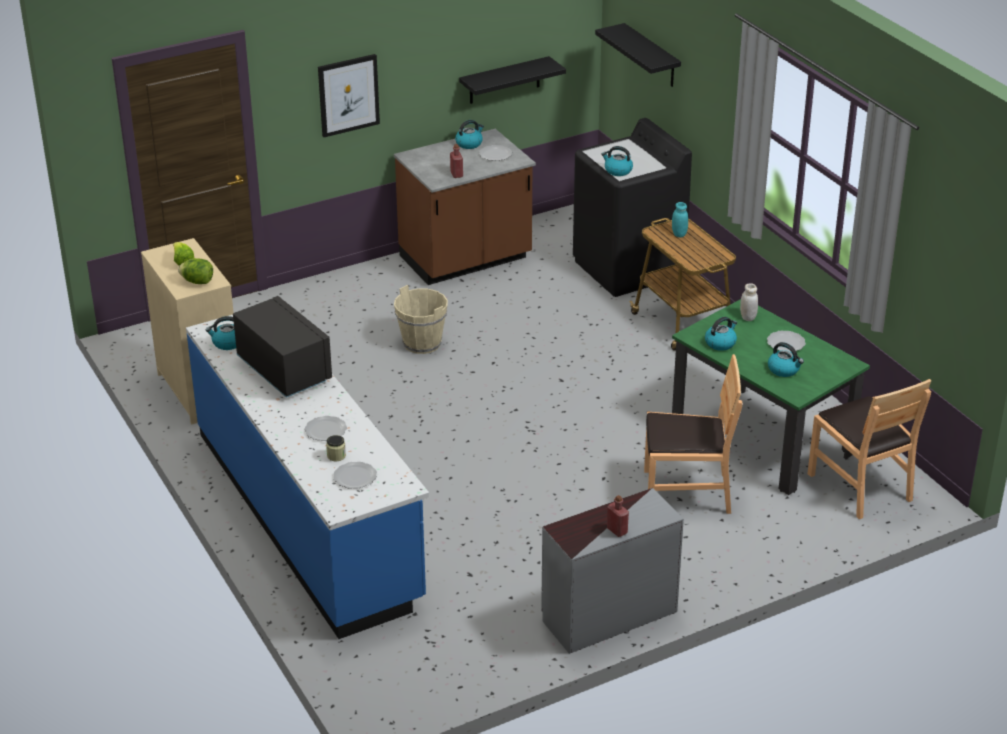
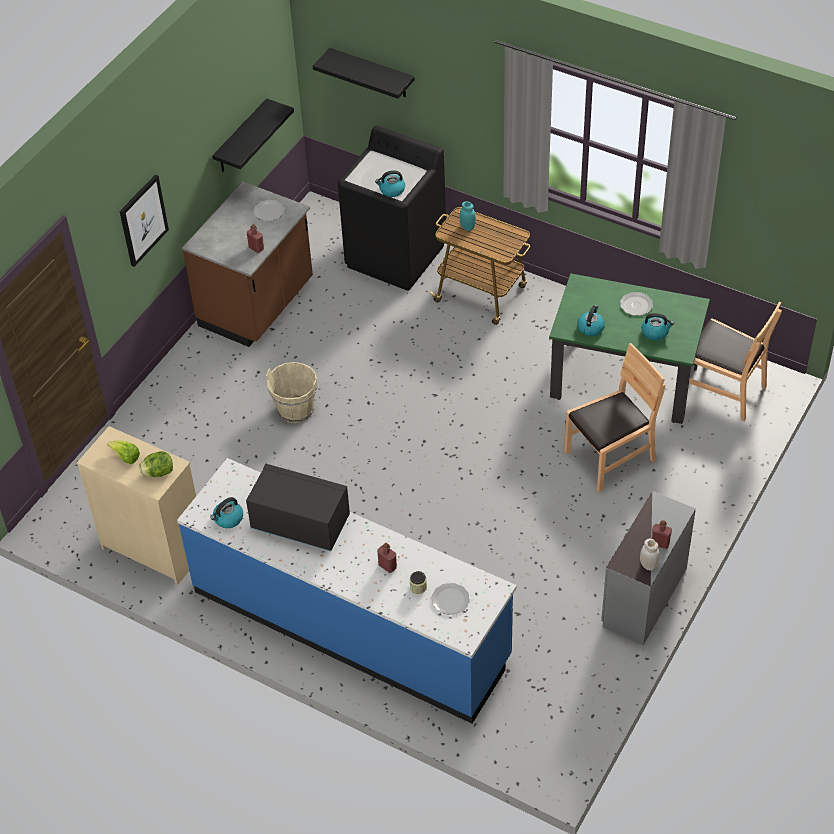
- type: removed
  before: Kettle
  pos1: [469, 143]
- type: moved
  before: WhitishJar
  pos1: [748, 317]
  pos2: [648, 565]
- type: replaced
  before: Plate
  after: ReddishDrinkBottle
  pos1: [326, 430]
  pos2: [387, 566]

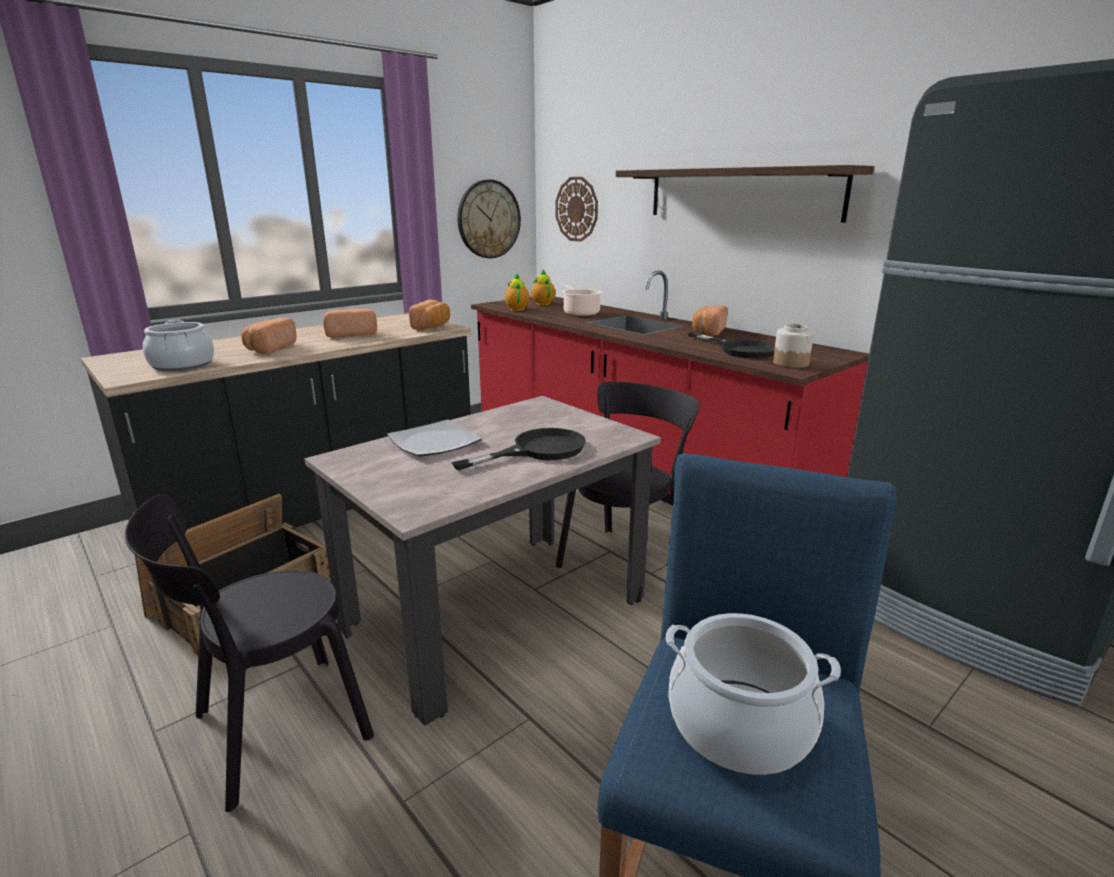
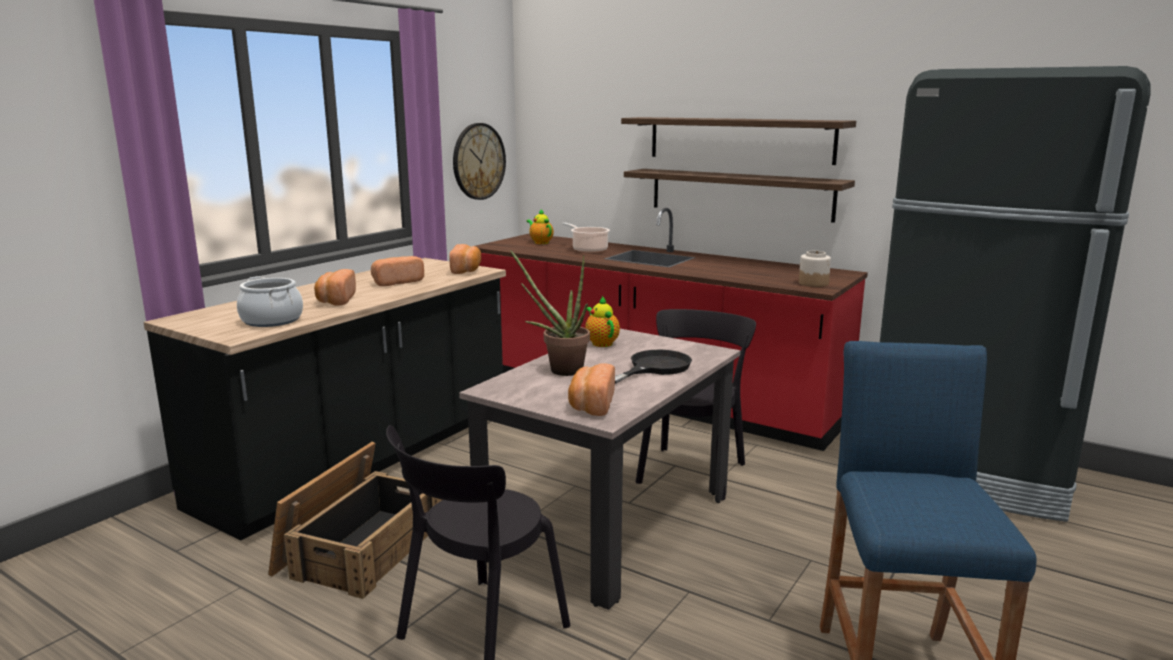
- type: removed
  before: ClockOnTheWall
  pos1: [577, 209]
- type: moved
  before: TeaPot
  pos1: [517, 309]
  pos2: [601, 343]
- type: moved
  before: BakedBread
  pos1: [708, 332]
  pos2: [591, 405]
- type: removed
  before: BlackishPan
  pos1: [740, 350]
- type: replaced
  before: Plate
  after: Houseplant
  pos1: [435, 442]
  pos2: [559, 369]
- type: removed
  before: Saucepot
  pos1: [740, 726]
- type: added
  after: WallShelf
  pos2: [740, 194]

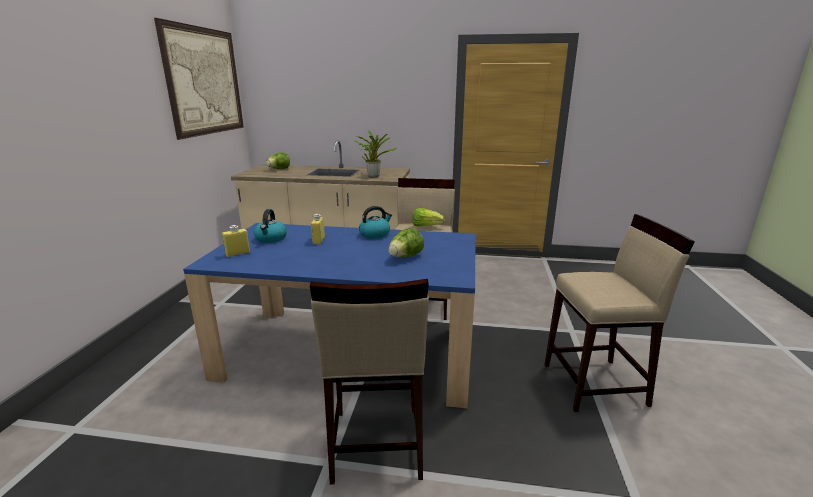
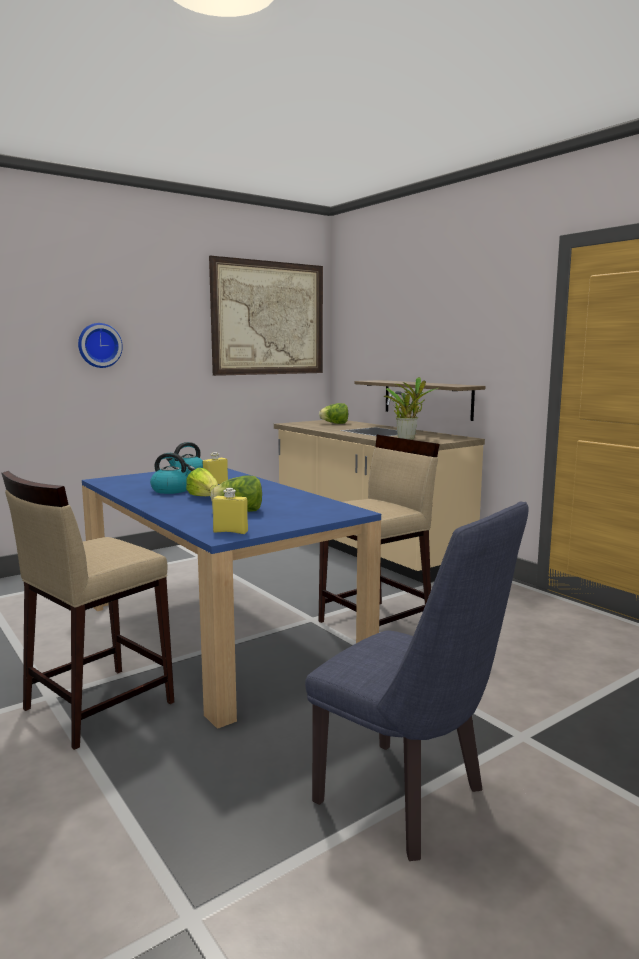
- type: moved
  before: Kettle
  pos1: [375, 234]
  pos2: [172, 490]
- type: moved
  before: HeadOfLettuce
  pos1: [426, 226]
  pos2: [204, 497]
- type: replaced
  before: BeigeColouredStool
  after: BlueColouredPlainChair
  pos1: [595, 385]
  pos2: [411, 802]
- type: moved
  before: YellowishDrinkBottle
  pos1: [238, 254]
  pos2: [230, 532]
- type: added
  after: ClockOnTheWall
  pos2: [99, 345]
- type: added
  after: WallShelf
  pos2: [427, 399]

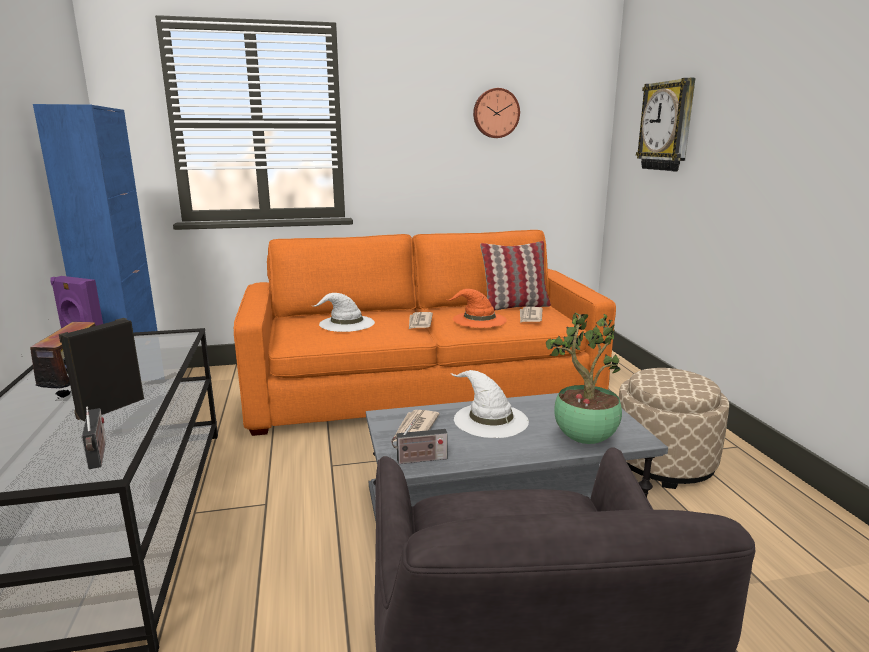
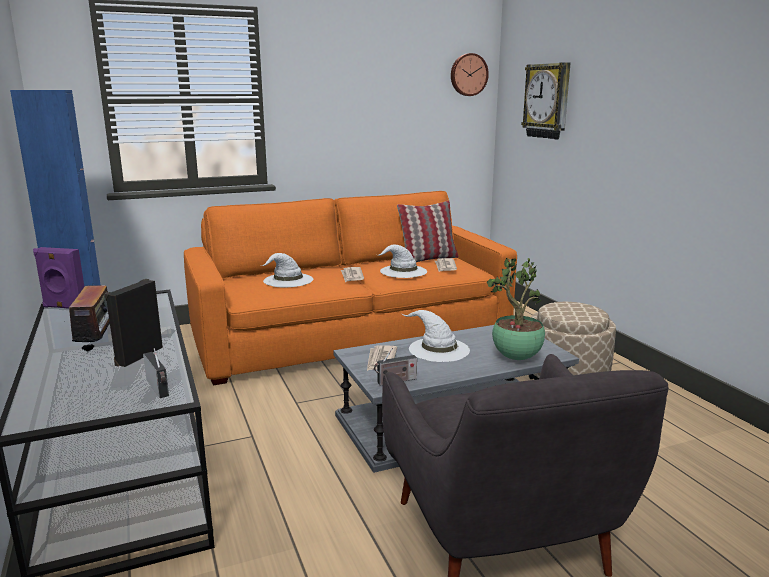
- type: moved
  before: ClockOnTheWall
  pos1: [495, 113]
  pos2: [468, 74]
- type: recoloured
  before: OrangeColouredHat
  after: WhitishHat
  pos1: [479, 320]
  pos2: [403, 271]

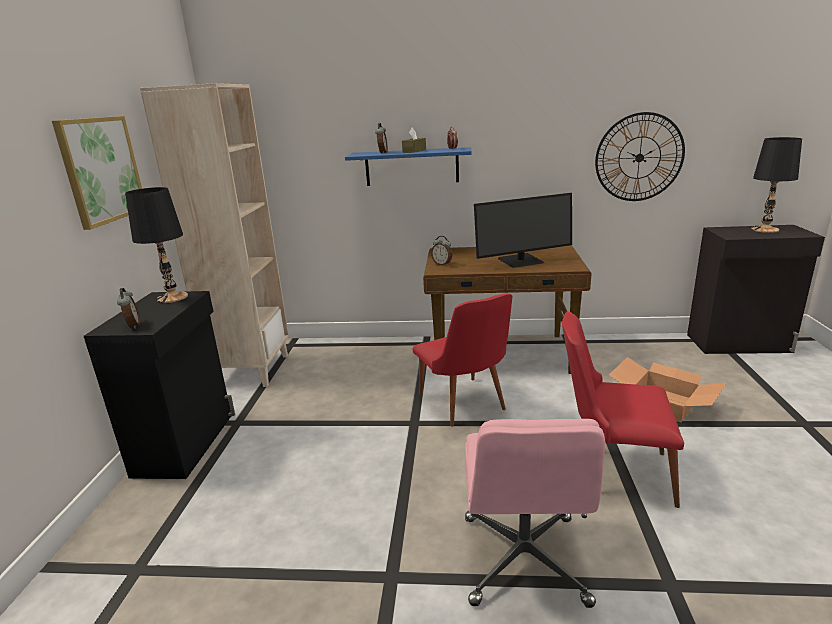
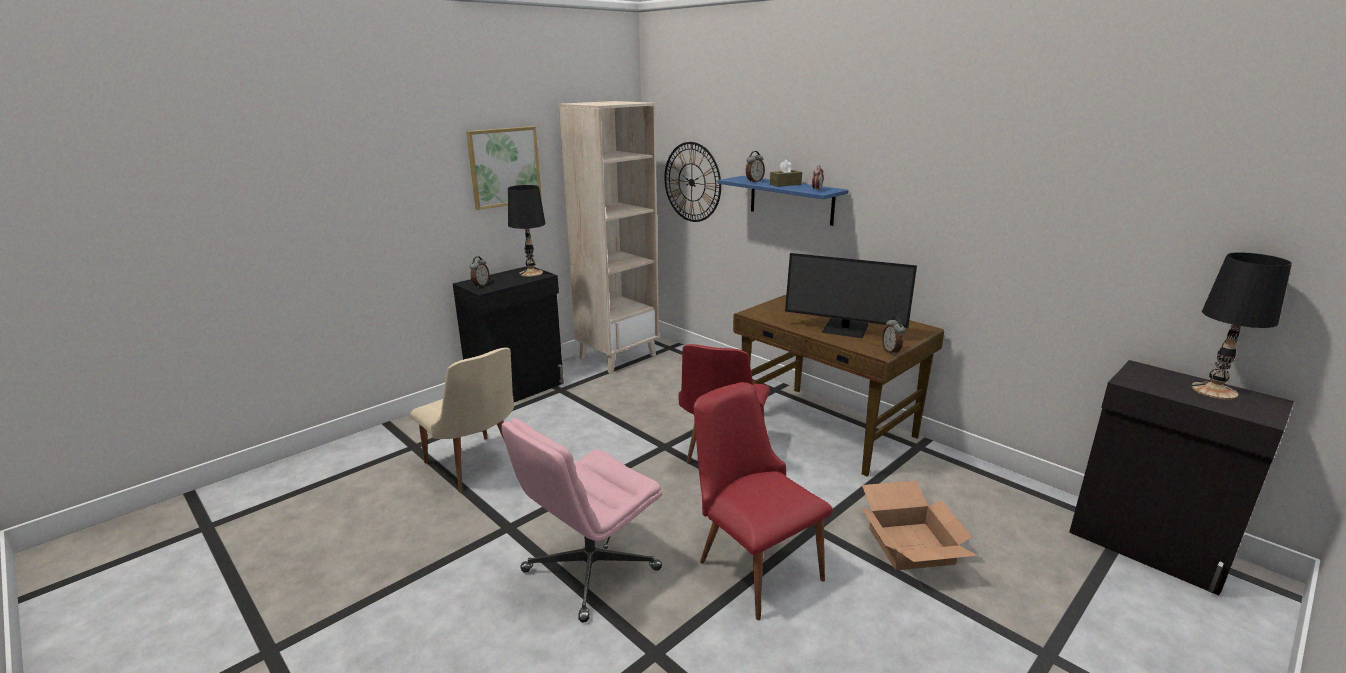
- type: moved
  before: ClockOnTheWall
  pos1: [639, 157]
  pos2: [692, 182]
- type: moved
  before: TableClock
  pos1: [442, 264]
  pos2: [891, 351]
- type: added
  after: BeigeColouredPlainChair
  pos2: [476, 468]

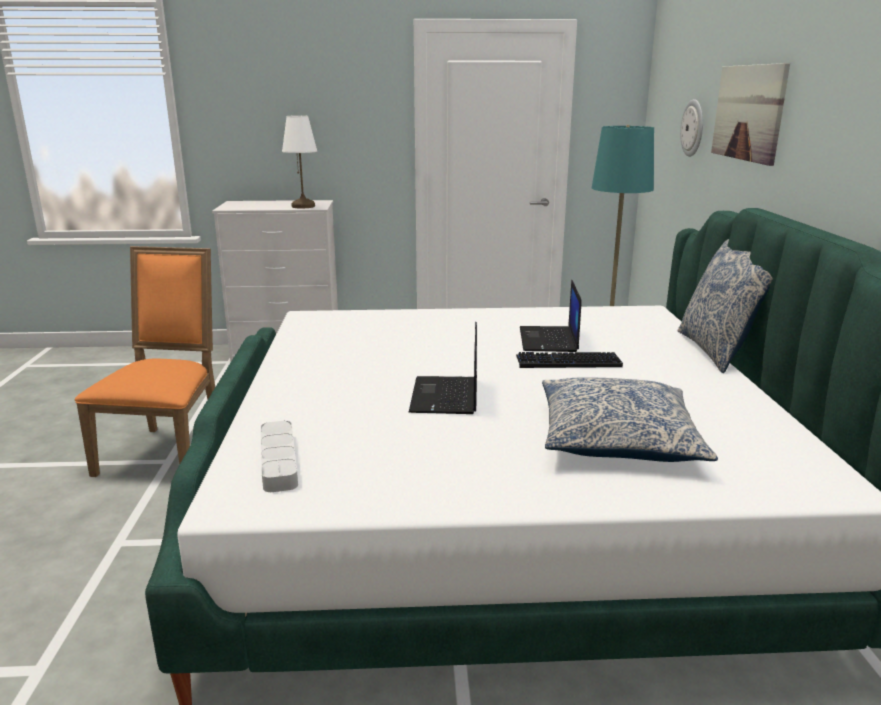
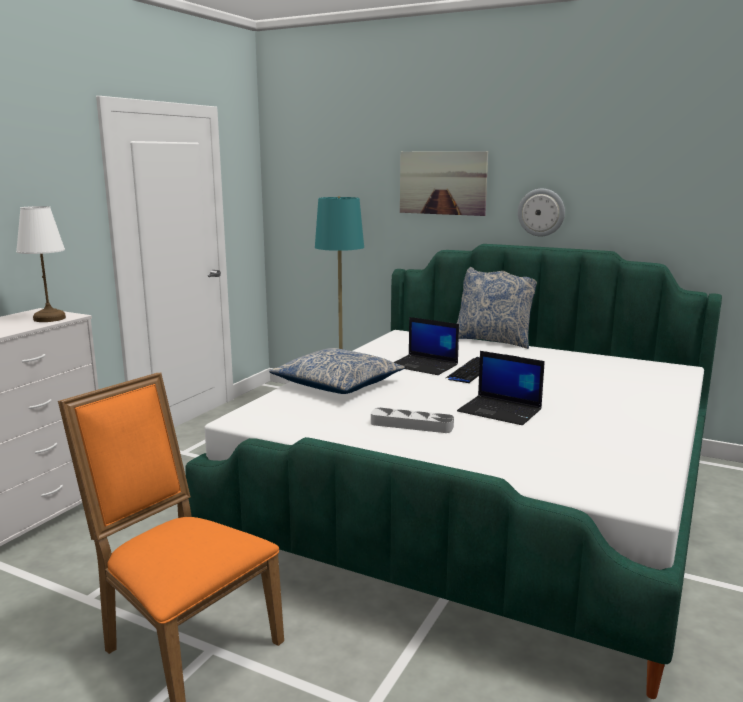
- type: moved
  before: ClockOnTheWall
  pos1: [693, 128]
  pos2: [541, 212]
- type: moved
  before: ThrowPillow
  pos1: [617, 438]
  pos2: [337, 384]
- type: moved
  before: GreyTray
  pos1: [279, 460]
  pos2: [411, 425]

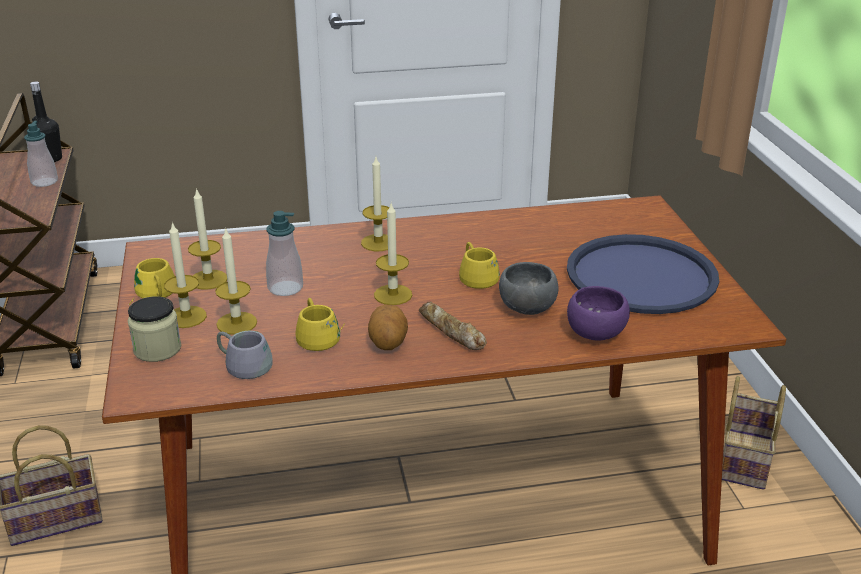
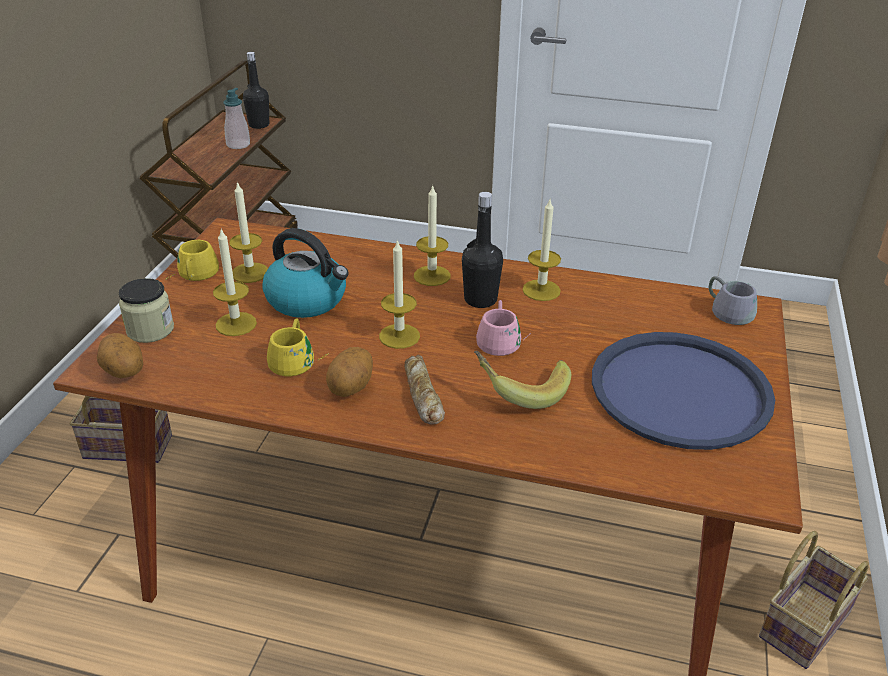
- type: replaced
  before: LiquidSoapBottle
  after: Kettle
  pos1: [285, 288]
  pos2: [308, 300]
- type: moved
  before: WaxCandle
  pos1: [186, 317]
  pos2: [541, 290]
- type: recoloured
  before: YellowishTeaMug
  after: PinkColouredTeaMug
  pos1: [480, 275]
  pos2: [503, 340]
- type: replaced
  before: GreyServingBowl
  after: WholeBanana
  pos1: [525, 307]
  pos2: [521, 390]
- type: removed
  before: PurpleColouredServingBowl
  pos1: [597, 333]
- type: moved
  before: GreyTeaMug
  pos1: [247, 362]
  pos2: [730, 309]
- type: added
  after: BlackishDrinkBottle
  pos2: [480, 299]
- type: added
  after: Potato
  pos2: [123, 373]

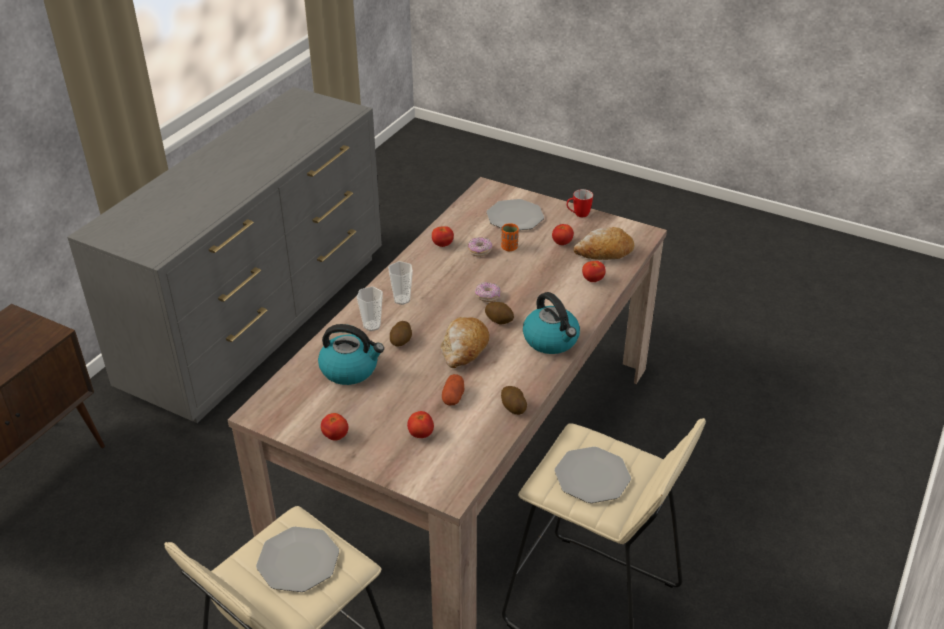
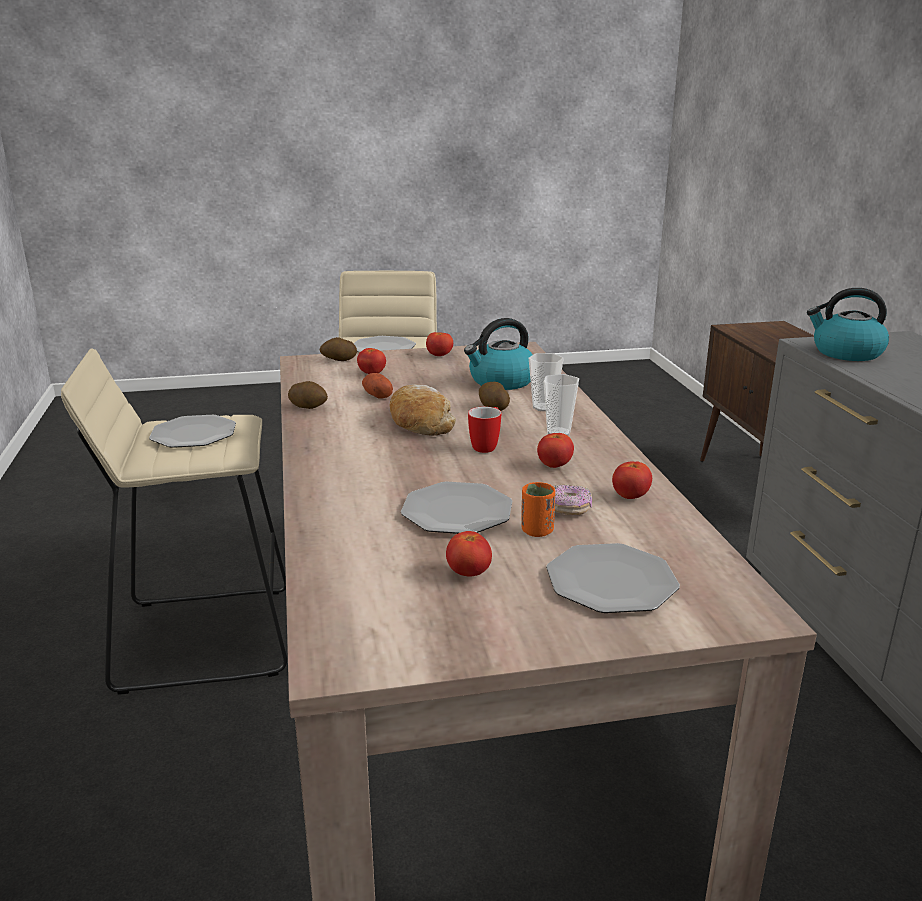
- type: moved
  before: TeaMug
  pos1: [578, 214]
  pos2: [487, 446]
- type: removed
  before: BakedBread
  pos1: [604, 252]
- type: moved
  before: WholeTomato
  pos1: [592, 280]
  pos2: [554, 465]
- type: removed
  before: RingDoughnut
  pos1: [487, 297]
- type: moved
  before: Kettle
  pos1: [551, 340]
  pos2: [846, 353]
- type: moved
  before: Potato
  pos1: [499, 320]
  pos2: [338, 360]
- type: added
  after: Plate
  pos2: [456, 511]

